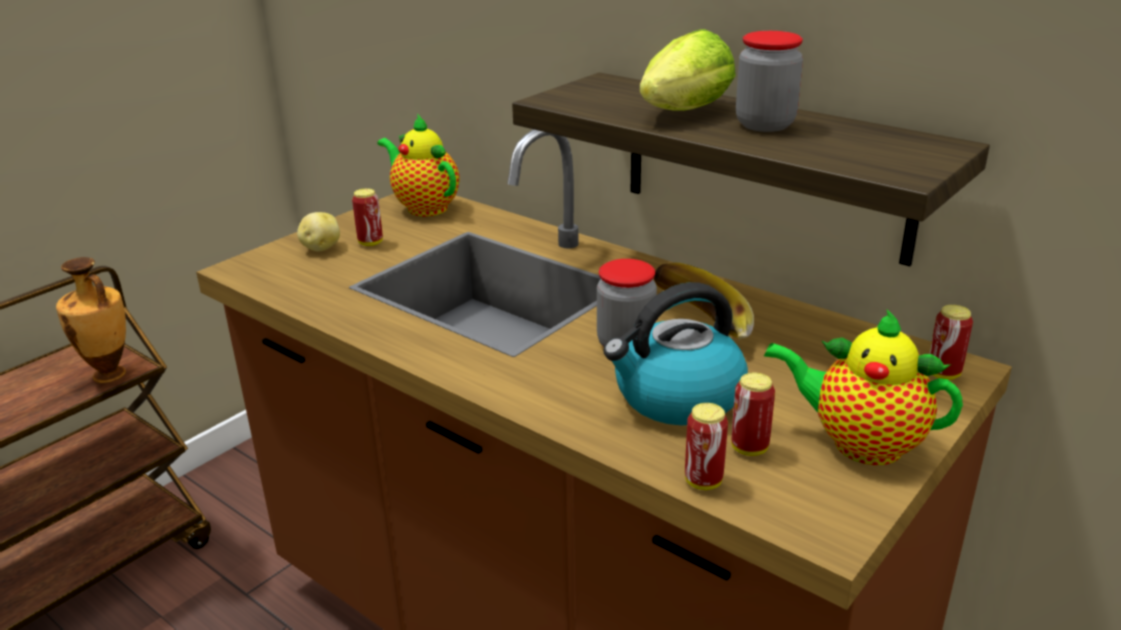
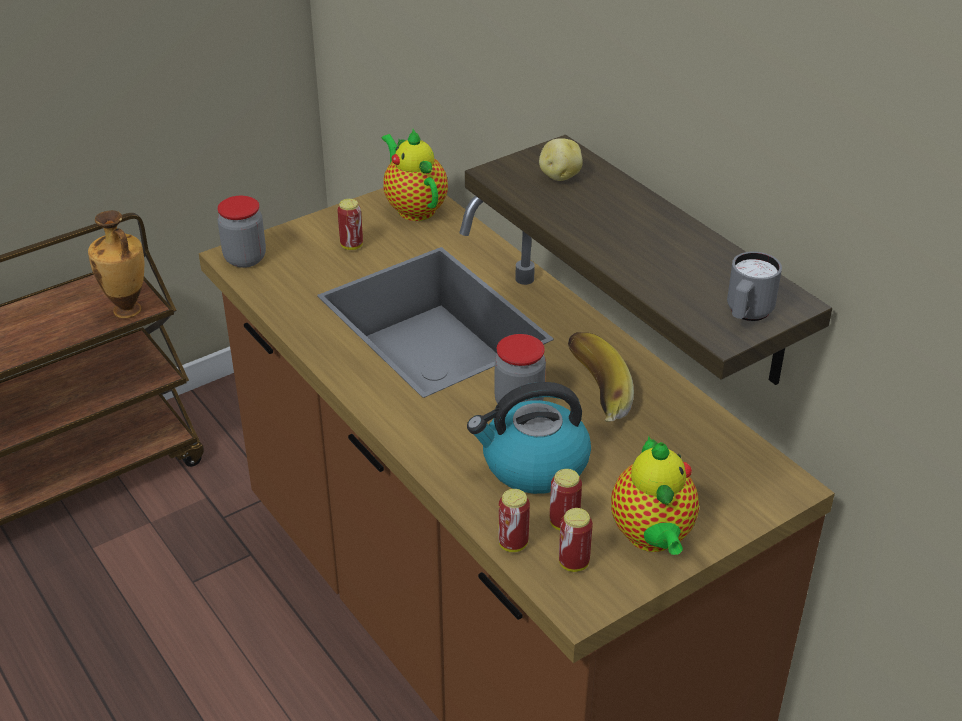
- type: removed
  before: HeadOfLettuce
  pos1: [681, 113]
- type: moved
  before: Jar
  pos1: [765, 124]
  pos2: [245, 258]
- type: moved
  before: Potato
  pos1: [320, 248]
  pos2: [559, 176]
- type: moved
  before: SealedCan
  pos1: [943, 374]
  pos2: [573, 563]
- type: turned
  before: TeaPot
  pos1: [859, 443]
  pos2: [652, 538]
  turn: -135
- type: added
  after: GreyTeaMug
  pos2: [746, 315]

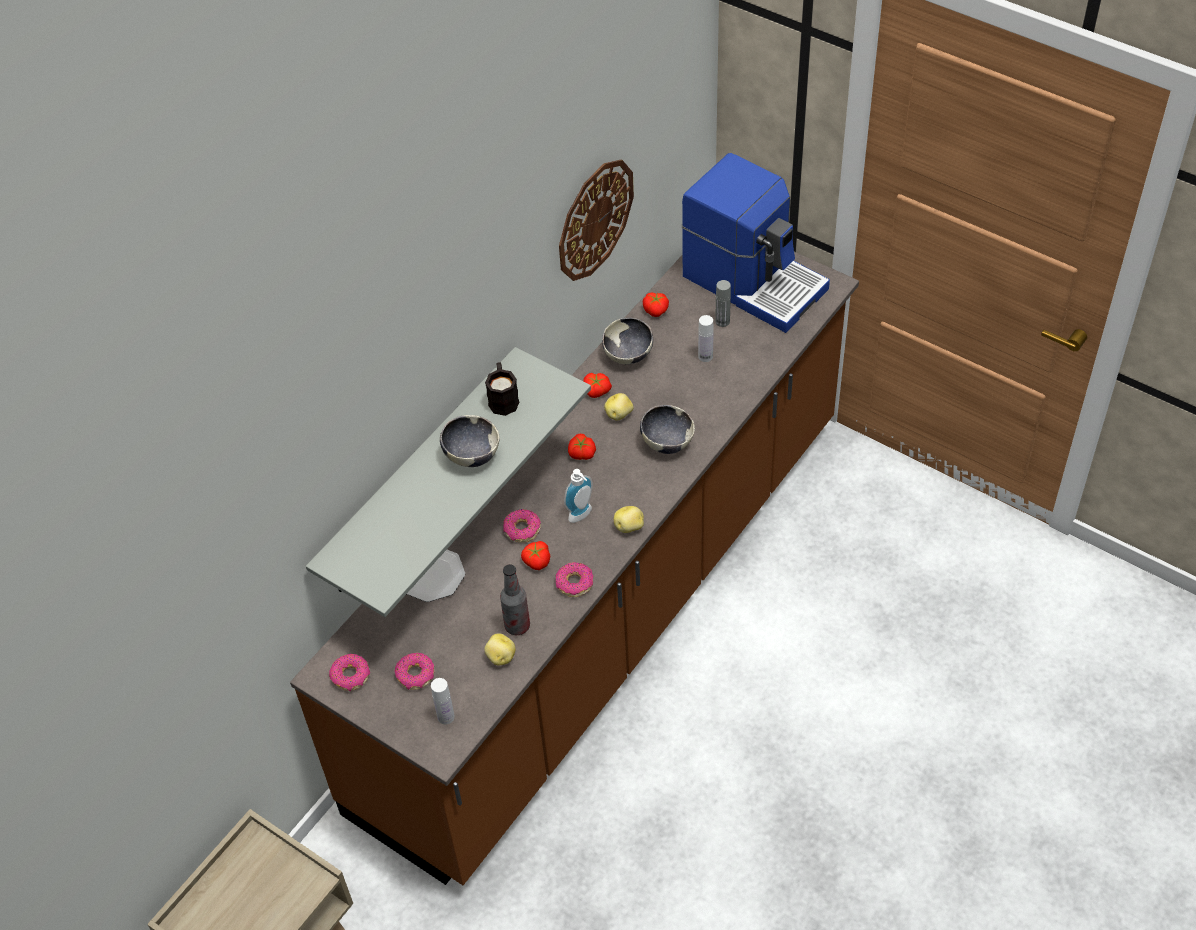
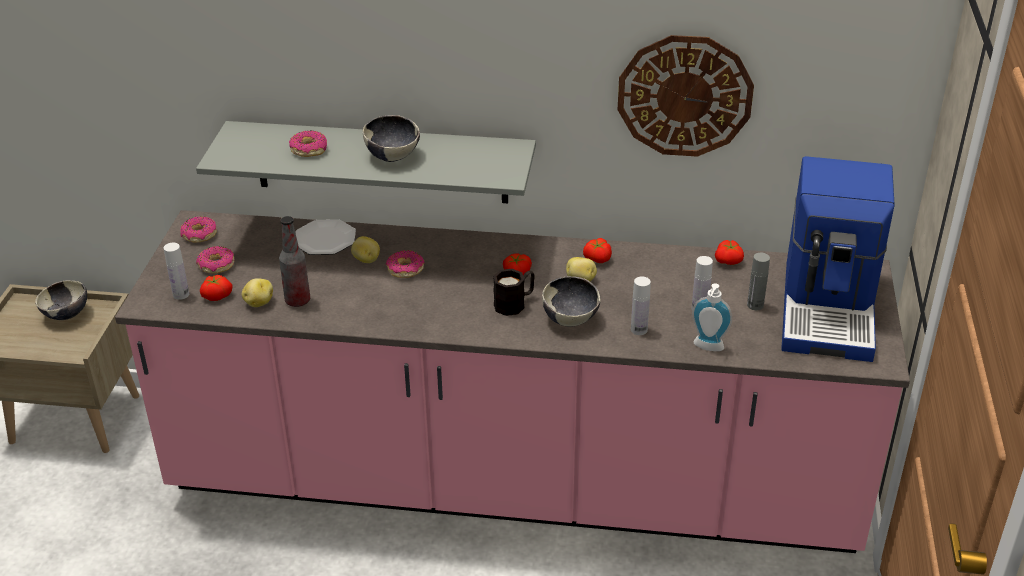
- type: recoloured
  before: BrownKitchenCounter
  after: PinkColouredKitchenCounter
  pos1: [607, 611]
  pos2: [513, 485]
- type: moved
  before: ServingBowl
  pos1: [628, 355]
  pos2: [66, 315]
- type: moved
  before: BlackishTeaMug
  pos1: [503, 398]
  pos2: [515, 303]
- type: moved
  before: LiquidSoapBottle
  pos1: [582, 516]
  pos2: [707, 348]
- type: moved
  before: Potato
  pos1: [629, 527]
  pos2: [366, 260]
- type: moved
  before: WholeTomato
  pos1: [536, 561]
  pos2: [216, 295]
- type: moved
  before: RingDoughnut
  pos1: [574, 583]
  pos2: [309, 149]
- type: added
  after: WhitishDrinkBottle
  pos2: [639, 330]

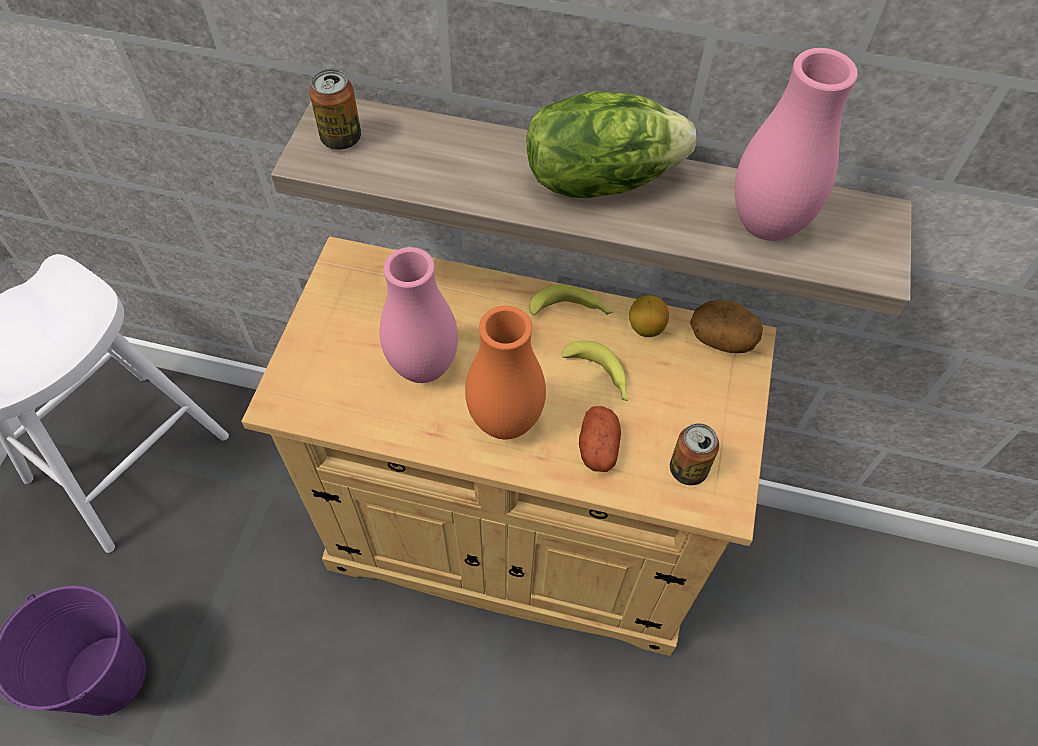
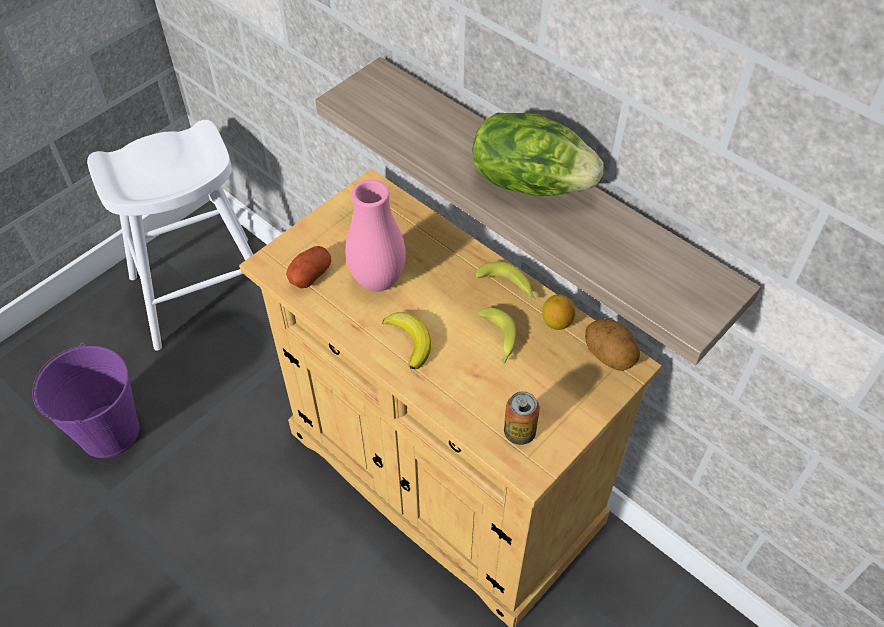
- type: removed
  before: PinkColouredVase
  pos1: [766, 225]
- type: removed
  before: SealedCan
  pos1: [341, 138]
- type: replaced
  before: OrangeColouredVase
  after: WholeBanana
  pos1: [505, 421]
  pos2: [410, 340]
- type: moved
  before: Potato
  pos1: [598, 446]
  pos2: [310, 274]

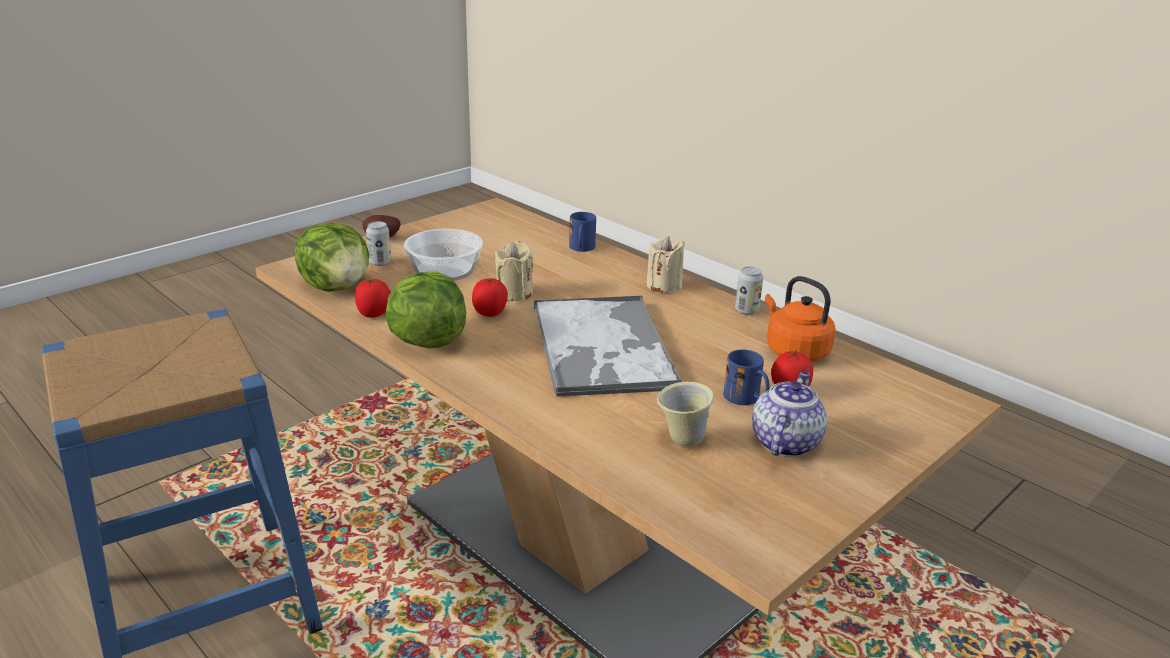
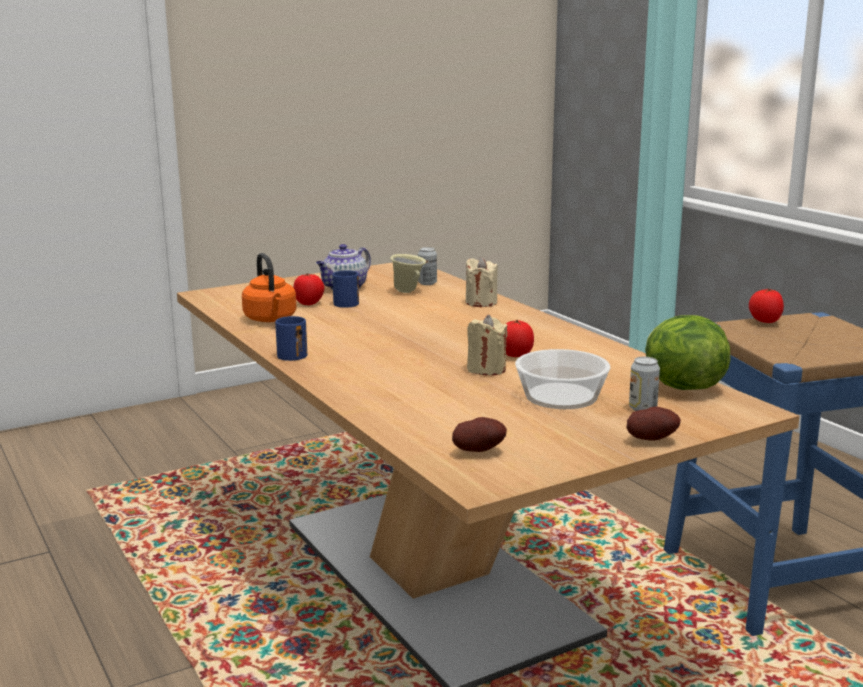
- type: moved
  before: BlueColouredTeaMug
  pos1: [582, 249]
  pos2: [295, 353]
- type: moved
  before: BeigeColouredWaxCandle
  pos1: [664, 285]
  pos2: [481, 302]
- type: moved
  before: SealedCan
  pos1: [746, 311]
  pos2: [427, 283]
- type: removed
  before: HeadOfLettuce
  pos1: [426, 341]
- type: moved
  before: WholeTomato
  pos1: [374, 314]
  pos2: [764, 321]
- type: removed
  before: Tray
  pos1: [603, 347]
- type: added
  after: Potato
  pos2: [478, 451]

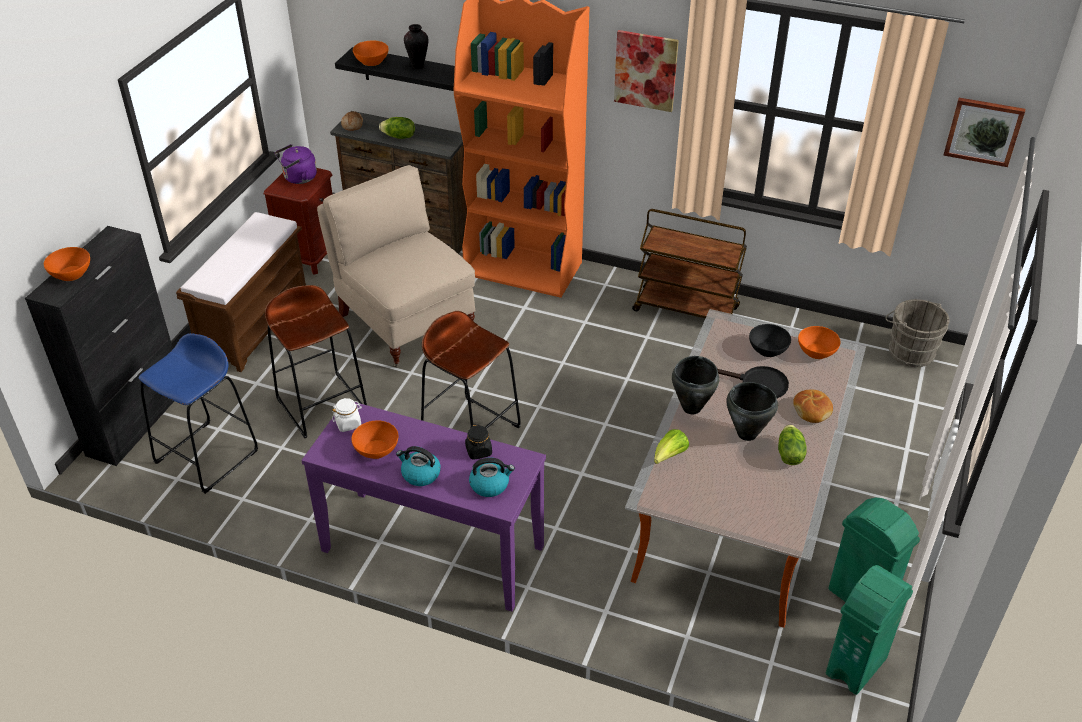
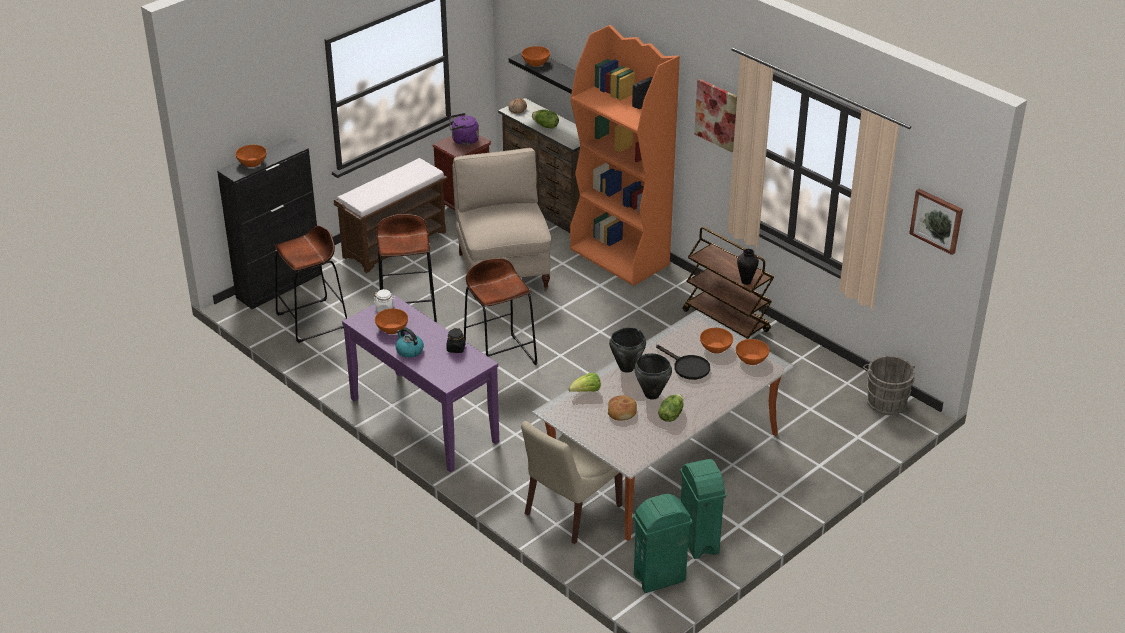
- type: moved
  before: Vase
  pos1: [417, 67]
  pos2: [745, 282]
- type: recoloured
  before: BlackishServingBowl
  after: OrangeColouredServingBowl
  pos1: [768, 349]
  pos2: [716, 348]
- type: recoloured
  before: BlueColouredStool
  after: BrownStool
  pos1: [207, 456]
  pos2: [312, 320]
- type: moved
  before: BakedBread
  pos1: [812, 410]
  pos2: [622, 412]
- type: removed
  before: Kettle
  pos1: [490, 485]
- type: added
  after: BeigeColouredPlainChair
  pos2: [570, 511]

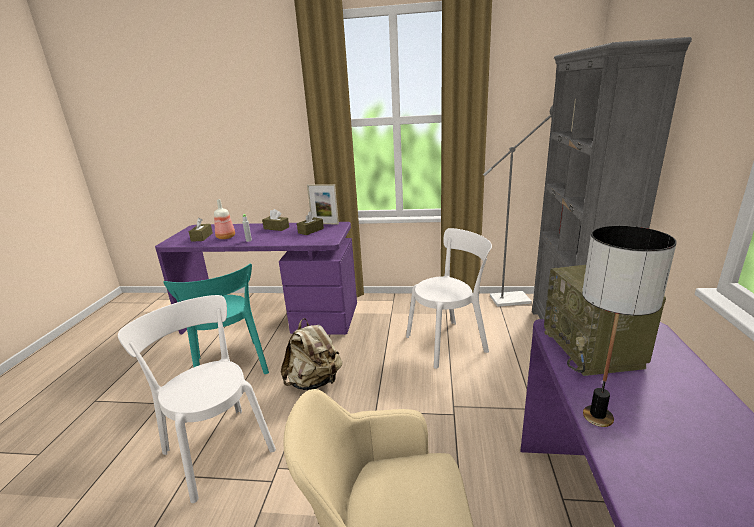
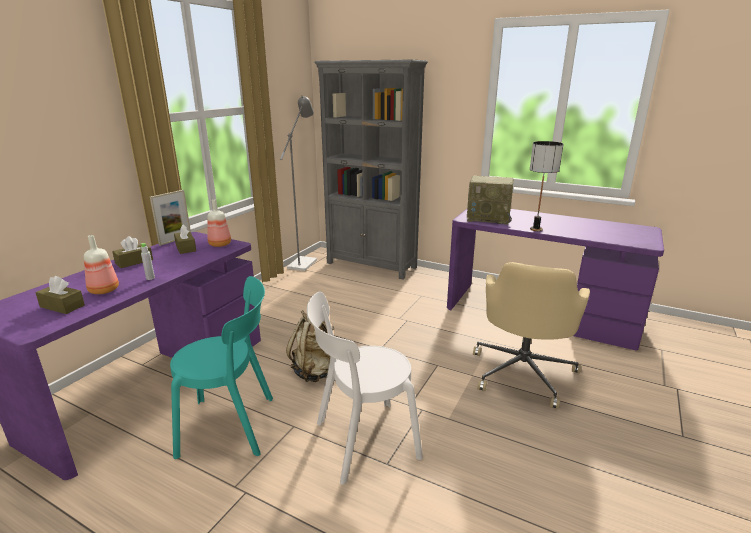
- type: removed
  before: WhitishPlainChair
  pos1: [449, 342]
- type: added
  after: DrinkBottle
  pos2: [220, 244]

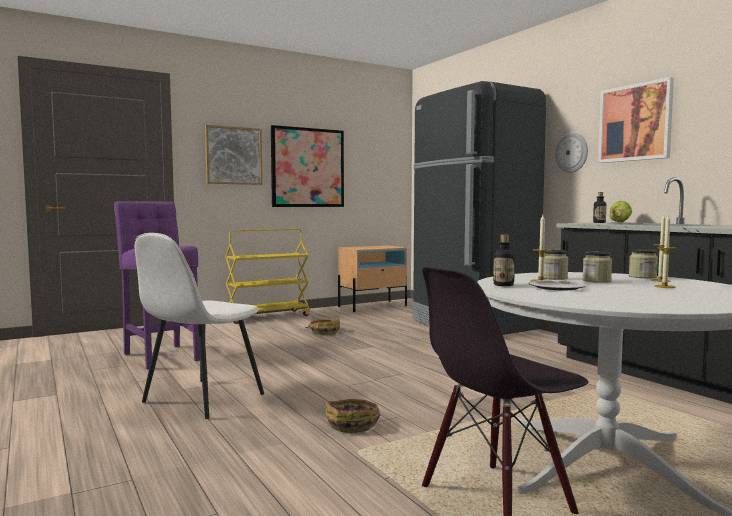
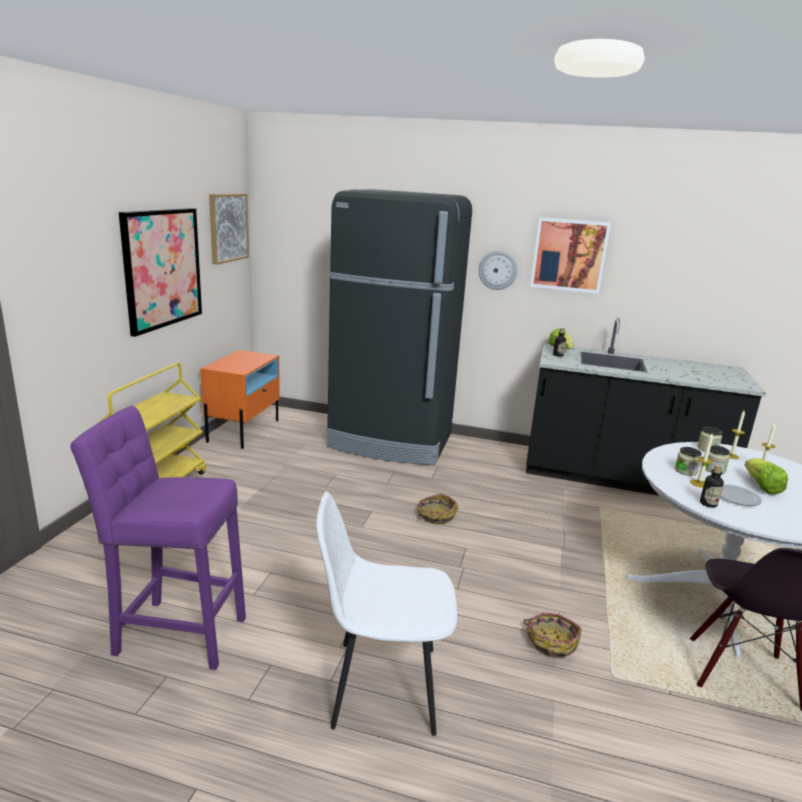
- type: moved
  before: WallPicture
  pos1: [233, 155]
  pos2: [228, 227]
- type: turned
  before: WhitishPlainChair
  pos1: [201, 399]
  pos2: [381, 685]
  turn: 105
- type: recoloured
  before: BeigeColouredBedsideTable
  after: OrangeColouredBedsideTable
  pos1: [373, 306]
  pos2: [244, 430]
- type: moved
  before: HouseholdBasket
  pos1: [324, 331]
  pos2: [435, 516]
- type: added
  after: HeadOfLettuce
  pos2: [761, 486]

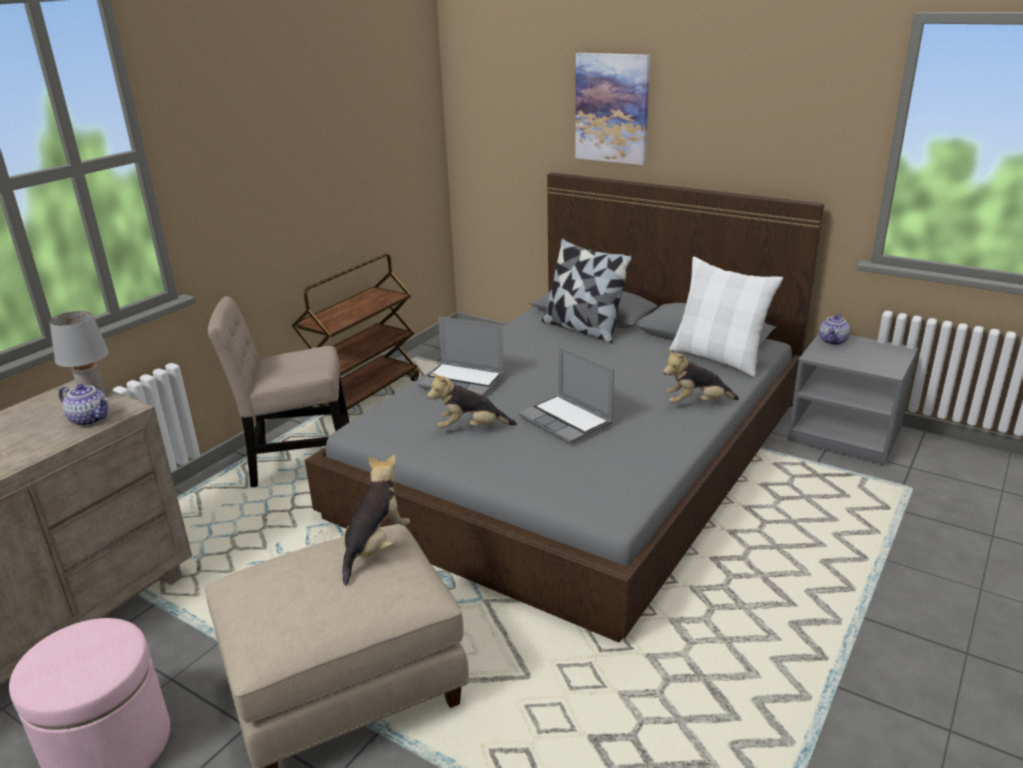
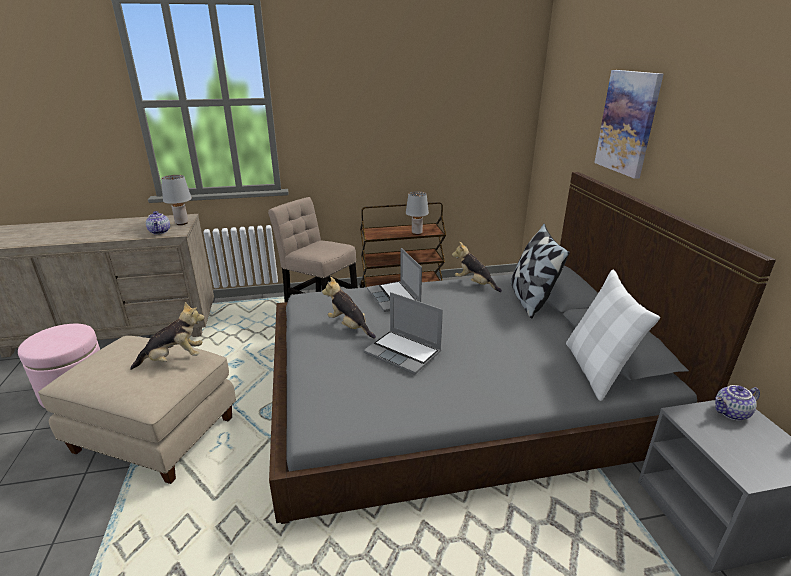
- type: turned
  before: NotebookComputer
  pos1: [567, 421]
  pos2: [404, 353]
  turn: -60
- type: moved
  before: CuddlyToy
  pos1: [696, 404]
  pos2: [474, 284]
- type: added
  after: GreyLampForATable
  pos2: [417, 233]

